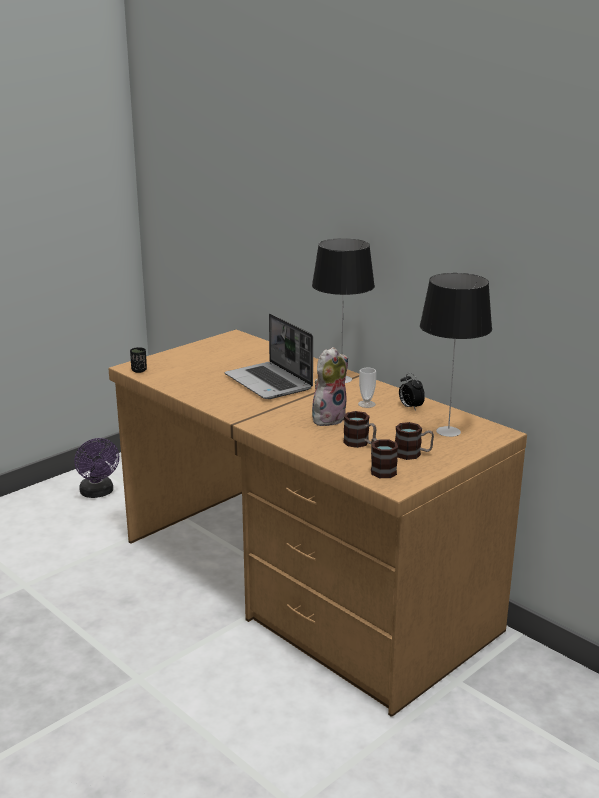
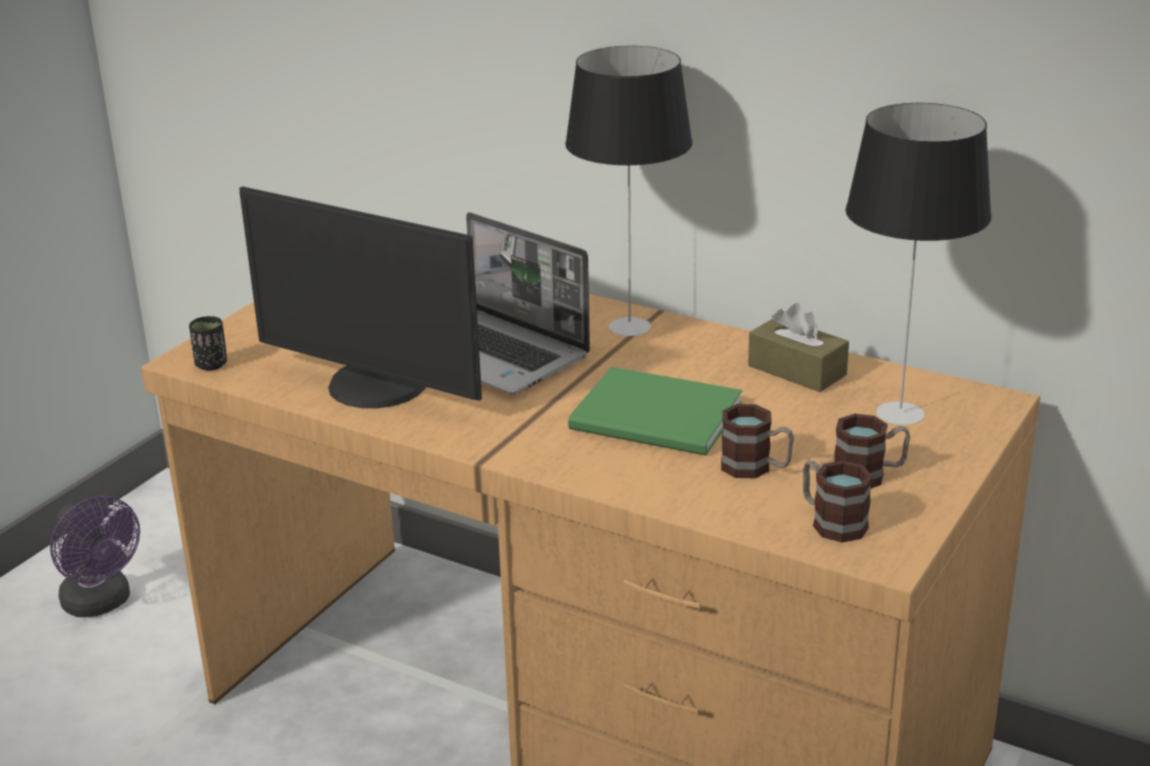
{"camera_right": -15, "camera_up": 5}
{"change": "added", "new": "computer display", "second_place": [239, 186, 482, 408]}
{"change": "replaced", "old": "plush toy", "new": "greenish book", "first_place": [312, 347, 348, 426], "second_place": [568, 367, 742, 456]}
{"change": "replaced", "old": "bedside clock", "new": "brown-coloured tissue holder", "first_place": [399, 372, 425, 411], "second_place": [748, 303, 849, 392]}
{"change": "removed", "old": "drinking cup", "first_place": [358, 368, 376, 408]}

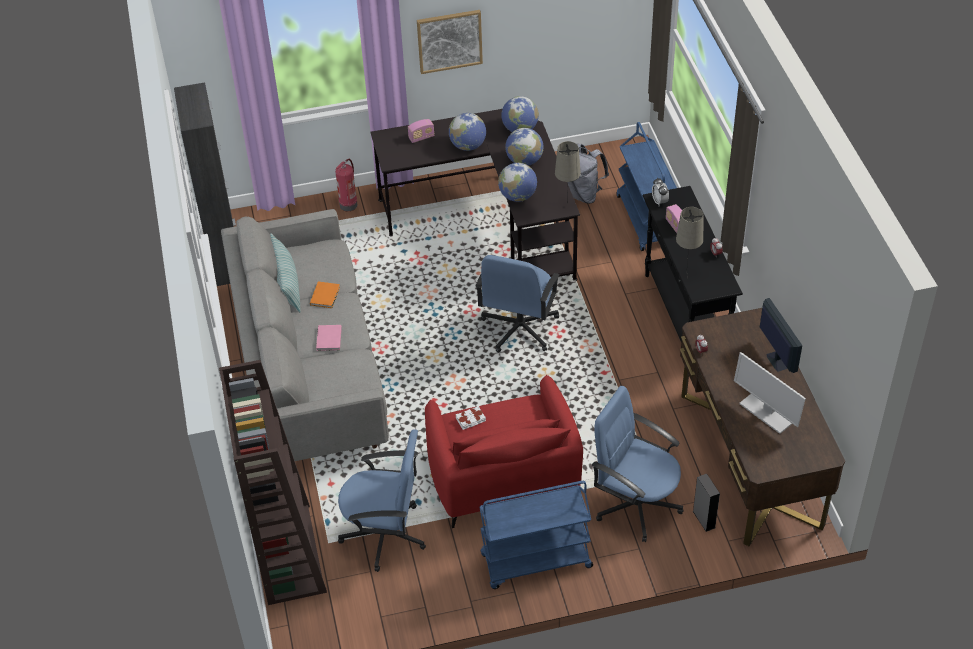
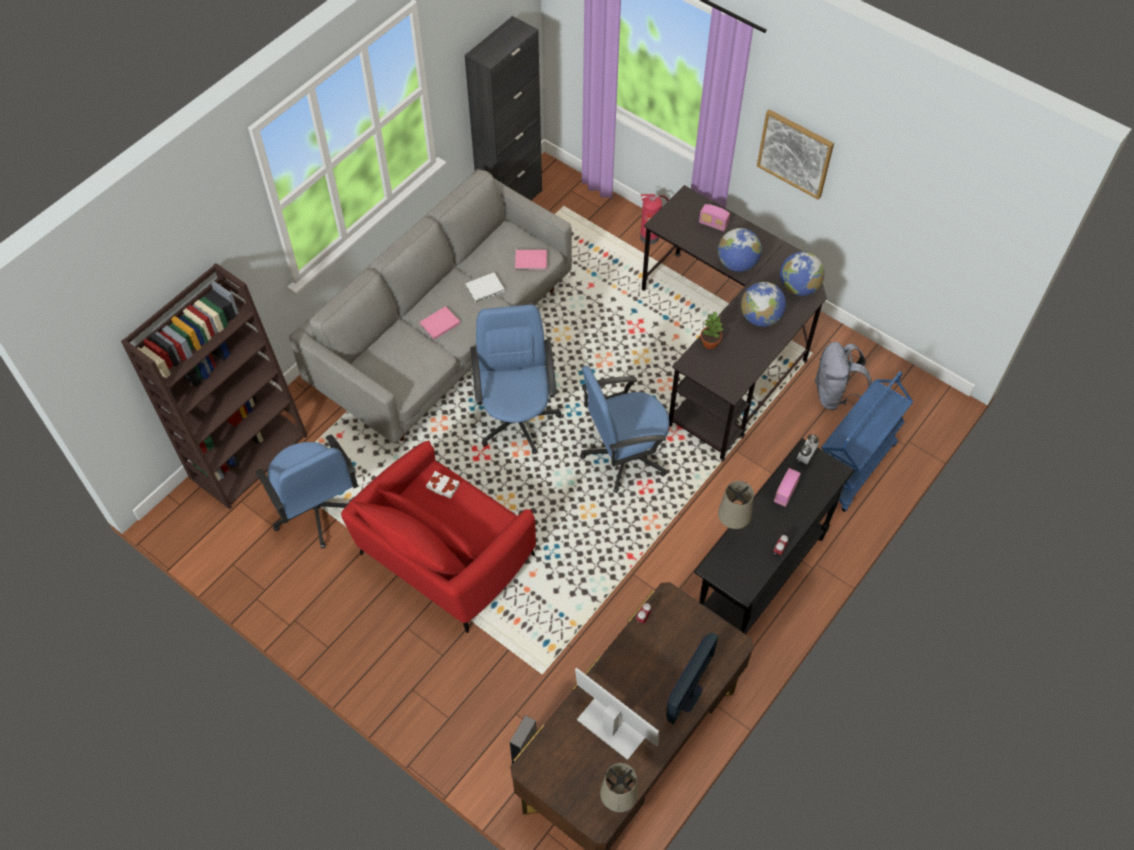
{"camera_right": 50, "camera_up": 10}
{"change": "recoloured", "old": "orange-coloured book", "new": "white-coloured book", "first_place": [310, 281, 340, 308], "second_place": [466, 273, 504, 302]}
{"change": "moved", "old": "blue desk chair", "first_place": [592, 386, 684, 542], "second_place": [470, 304, 561, 455]}
{"change": "added", "new": "pinkish book", "second_place": [515, 250, 547, 271]}
{"change": "turned", "old": "computer display", "first_place": [734, 352, 806, 434], "second_place": [575, 668, 659, 760], "degrees": 120}
{"change": "moved", "old": "sand-coloured tabletop lamp", "first_place": [555, 141, 581, 198], "second_place": [600, 763, 638, 812]}
{"change": "replaced", "old": "globe", "new": "potted plant", "first_place": [498, 163, 537, 202], "second_place": [700, 311, 723, 349]}
{"change": "removed", "old": "throw pillow", "first_place": [270, 233, 301, 312]}
{"change": "removed", "old": "blue wheeled cart", "first_place": [479, 481, 593, 589]}

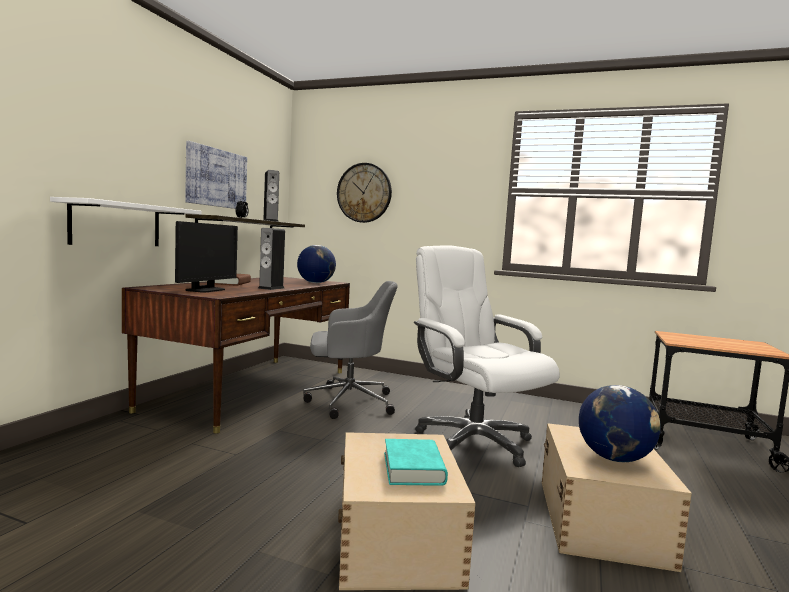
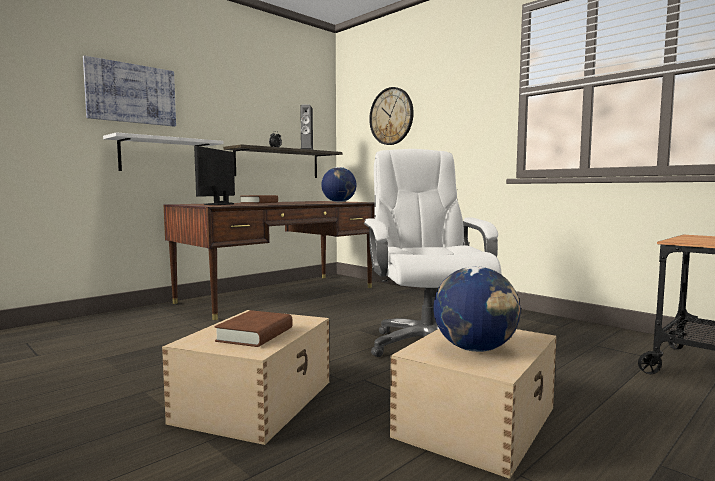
{"camera_right": 25, "camera_up": 0}
{"change": "moved", "old": "wall picture", "first_place": [185, 141, 247, 209], "second_place": [83, 56, 176, 126]}
{"change": "turned", "old": "computer display", "first_place": [175, 221, 238, 293], "second_place": [194, 146, 235, 205], "degrees": 150}
{"change": "recoloured", "old": "turquoise book", "new": "brown-coloured book", "first_place": [384, 439, 448, 486], "second_place": [214, 310, 292, 347]}
{"change": "removed", "old": "audio speaker", "first_place": [258, 228, 285, 290]}
{"change": "removed", "old": "greyish desk chair", "first_place": [303, 281, 398, 419]}

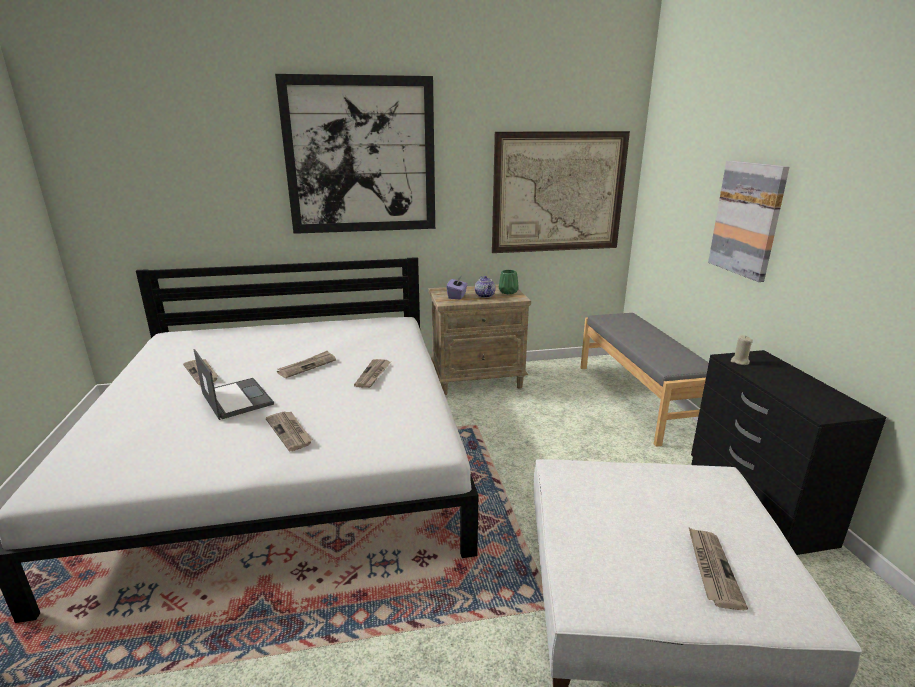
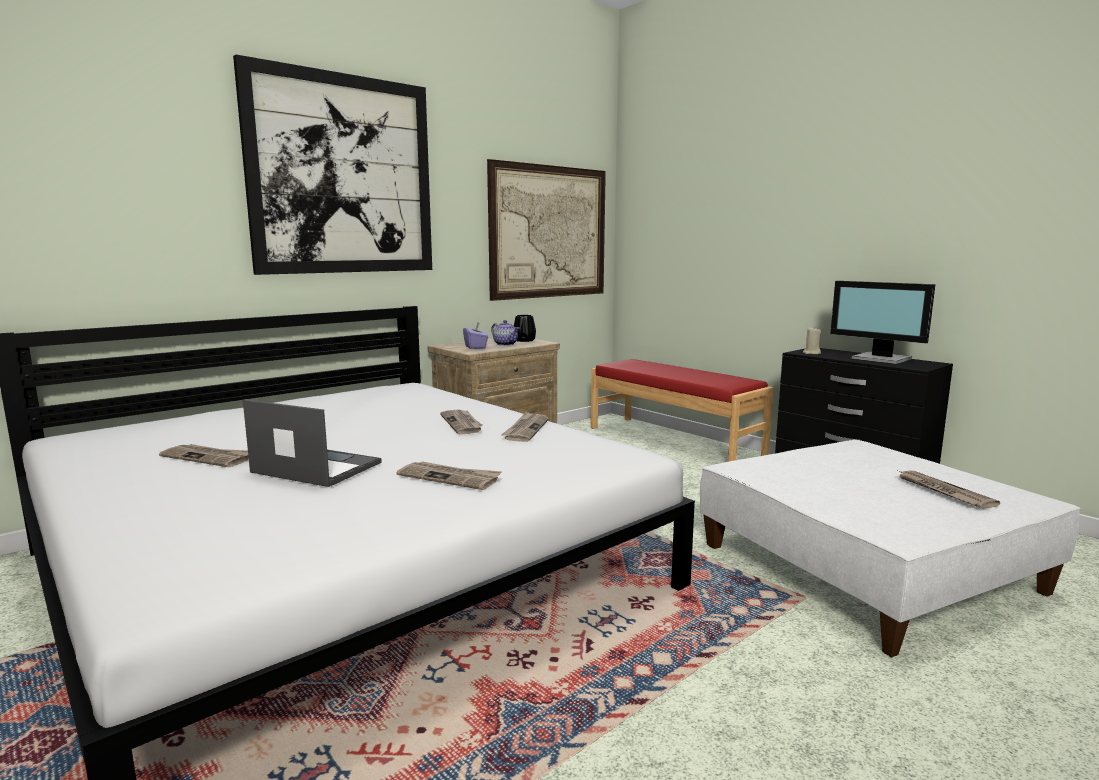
{"camera_right": -30, "camera_up": -10}
{"change": "moved", "old": "daily paper", "first_place": [277, 351, 336, 378], "second_place": [501, 412, 549, 442]}
{"change": "recoloured", "old": "greenish vase", "new": "blackish vase", "first_place": [499, 270, 519, 294], "second_place": [514, 315, 536, 342]}
{"change": "recoloured", "old": "greyish bench", "new": "red bench", "first_place": [580, 313, 709, 447], "second_place": [591, 359, 774, 462]}
{"change": "added", "new": "computer display", "second_place": [830, 281, 935, 364]}
{"change": "removed", "old": "wall picture", "first_place": [708, 161, 790, 282]}

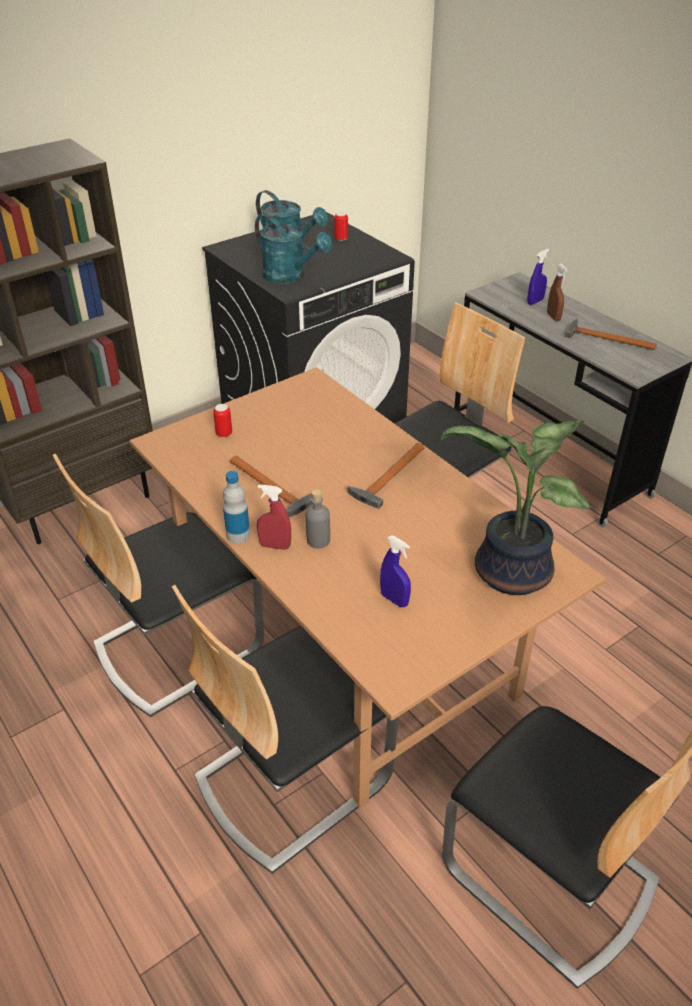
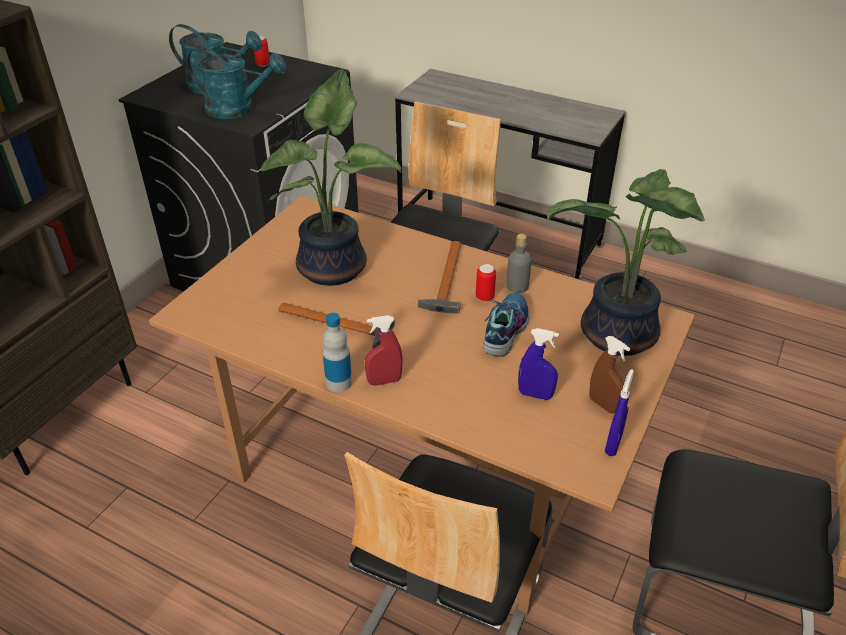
{"camera_right": -25, "camera_up": 0}
{"change": "added", "new": "potted plant", "second_place": [261, 69, 401, 286]}
{"change": "moved", "old": "sealed can", "first_place": [213, 404, 232, 437], "second_place": [476, 264, 496, 301]}
{"change": "added", "new": "low shoe", "second_place": [483, 292, 529, 357]}
{"change": "moved", "old": "greyish drink bottle", "first_place": [306, 489, 330, 549], "second_place": [506, 234, 532, 293]}
{"change": "moved", "old": "brown-coloured hand sprayer", "first_place": [547, 264, 567, 321], "second_place": [589, 336, 630, 413]}
{"change": "moved", "old": "blue hand sprayer", "first_place": [527, 249, 550, 305], "second_place": [605, 369, 634, 456]}
{"change": "removed", "old": "chair", "first_place": [53, 453, 264, 717]}
{"change": "removed", "old": "hammer", "first_place": [565, 318, 657, 350]}

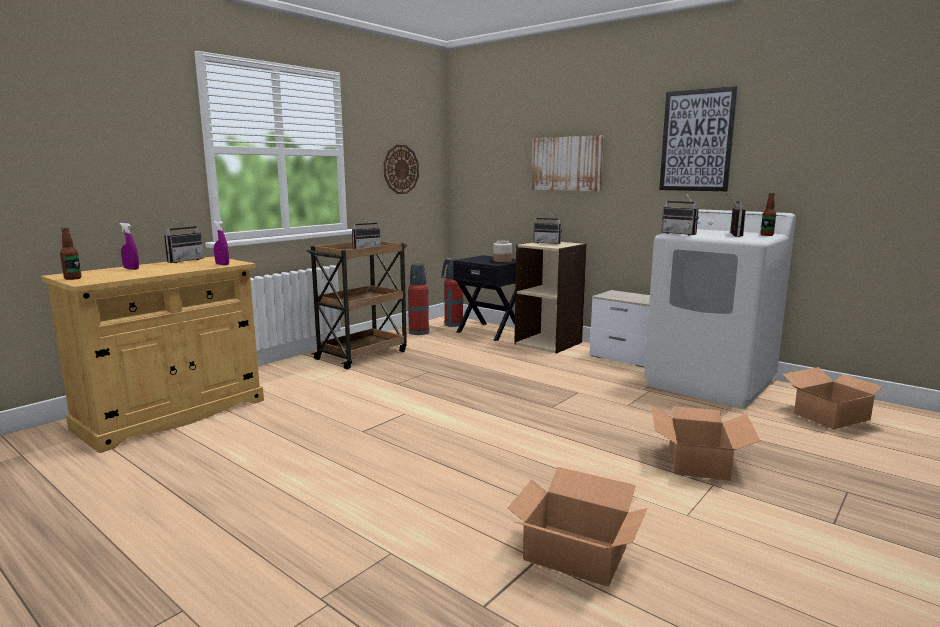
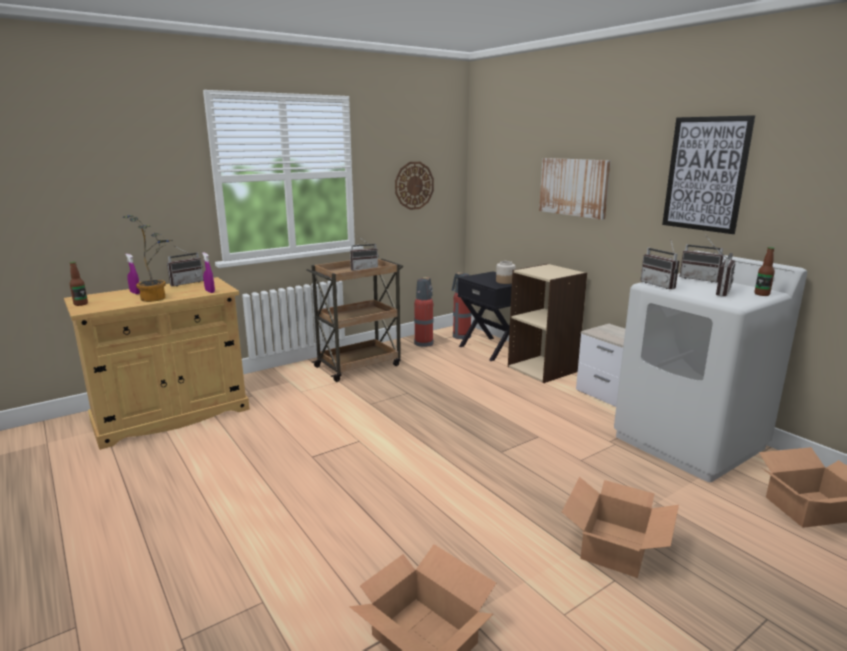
{"camera_right": 15, "camera_up": 5}
{"change": "added", "new": "potted plant", "second_place": [123, 215, 173, 302]}
{"change": "moved", "old": "radio", "first_place": [533, 212, 562, 244], "second_place": [679, 235, 724, 283]}

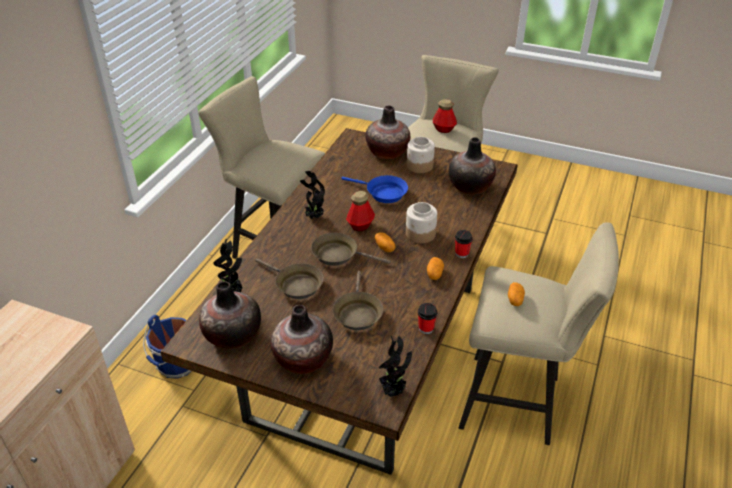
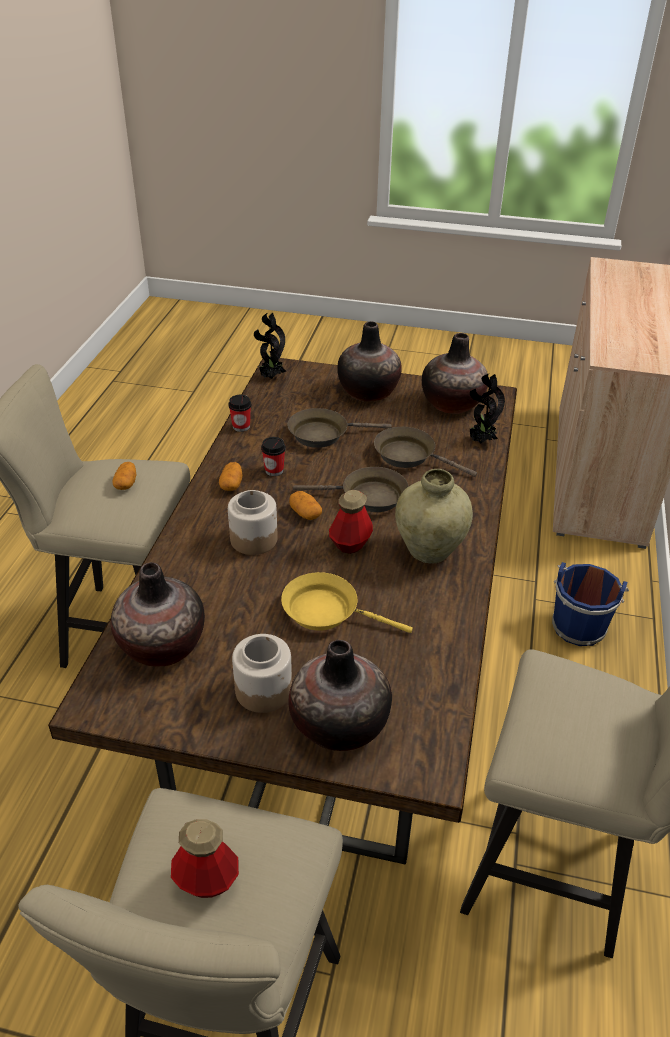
{"camera_right": 170, "camera_up": 0}
{"change": "moved", "old": "drinking cup", "first_place": [455, 230, 473, 258], "second_place": [261, 437, 286, 476]}
{"change": "recoloured", "old": "blue pan", "new": "yellowish pan", "first_place": [341, 175, 408, 203], "second_place": [281, 572, 413, 633]}
{"change": "turned", "old": "brown-coloured pan", "first_place": [333, 271, 383, 330], "second_place": [287, 408, 392, 448], "degrees": -90}
{"change": "replaced", "old": "potted plant", "new": "sand-coloured vase", "first_place": [300, 171, 325, 219], "second_place": [395, 469, 473, 564]}

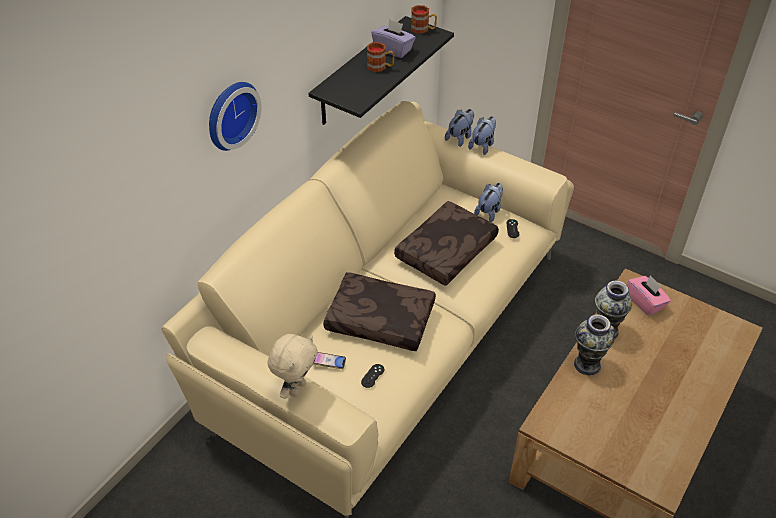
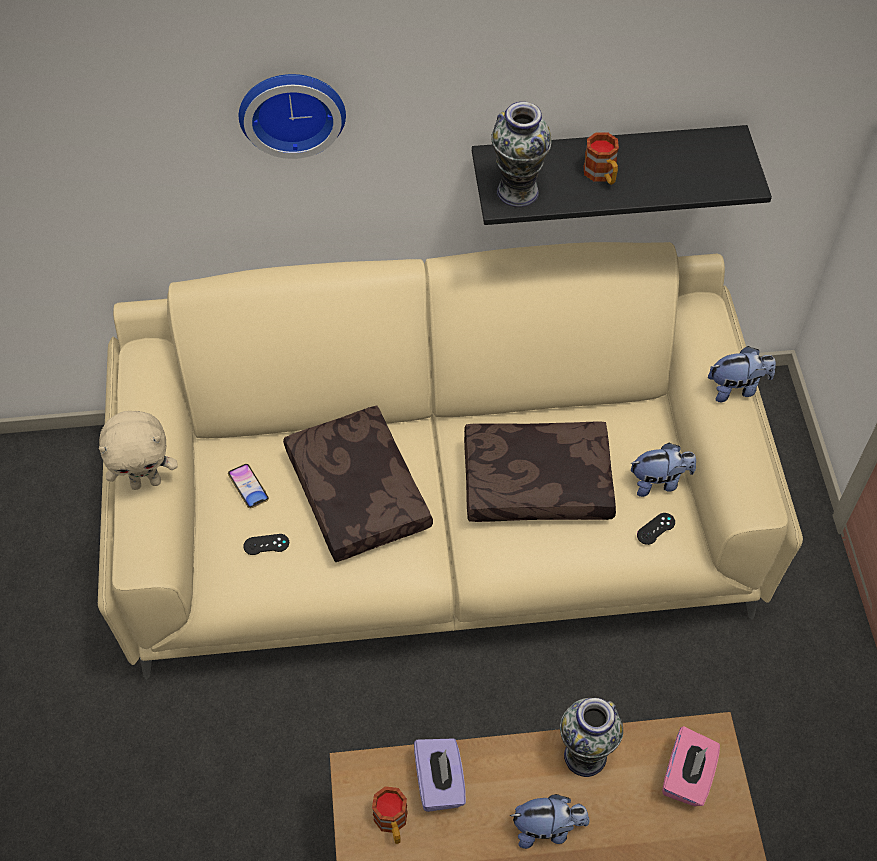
{"camera_right": 50, "camera_up": 10}
{"change": "moved", "old": "coffee mug", "first_place": [411, 5, 437, 33], "second_place": [372, 786, 408, 844]}
{"change": "moved", "old": "purple tissue holder", "first_place": [371, 19, 416, 58], "second_place": [414, 738, 466, 812]}
{"change": "moved", "old": "vase", "first_place": [574, 314, 615, 375], "second_place": [491, 102, 552, 207]}
{"change": "moved", "old": "plush toy", "first_place": [445, 109, 474, 147], "second_place": [509, 794, 589, 849]}

